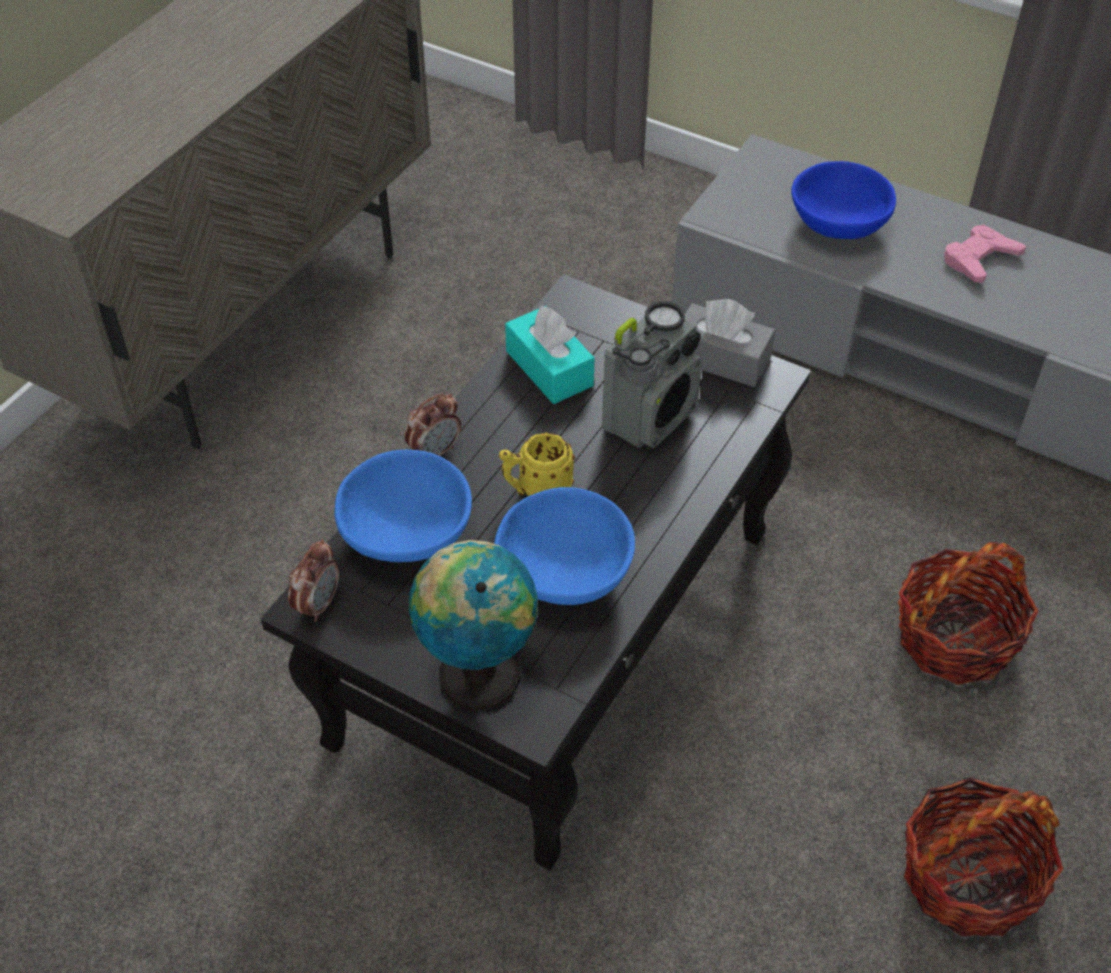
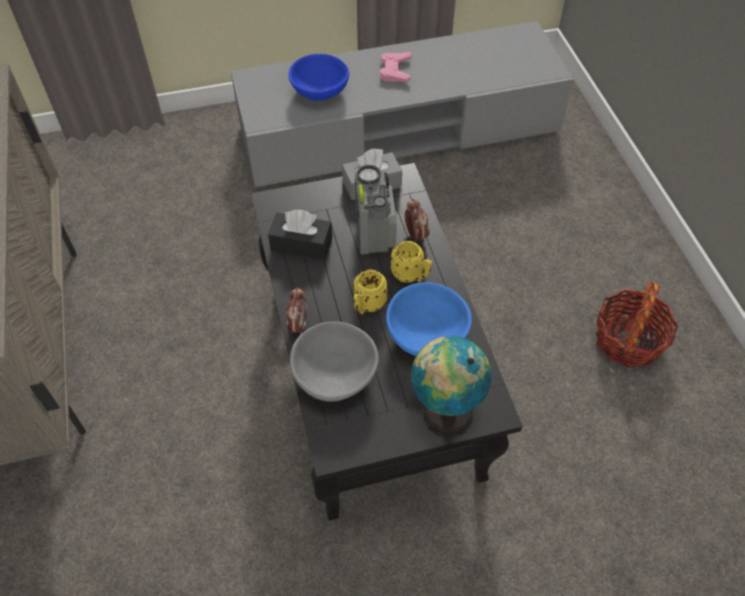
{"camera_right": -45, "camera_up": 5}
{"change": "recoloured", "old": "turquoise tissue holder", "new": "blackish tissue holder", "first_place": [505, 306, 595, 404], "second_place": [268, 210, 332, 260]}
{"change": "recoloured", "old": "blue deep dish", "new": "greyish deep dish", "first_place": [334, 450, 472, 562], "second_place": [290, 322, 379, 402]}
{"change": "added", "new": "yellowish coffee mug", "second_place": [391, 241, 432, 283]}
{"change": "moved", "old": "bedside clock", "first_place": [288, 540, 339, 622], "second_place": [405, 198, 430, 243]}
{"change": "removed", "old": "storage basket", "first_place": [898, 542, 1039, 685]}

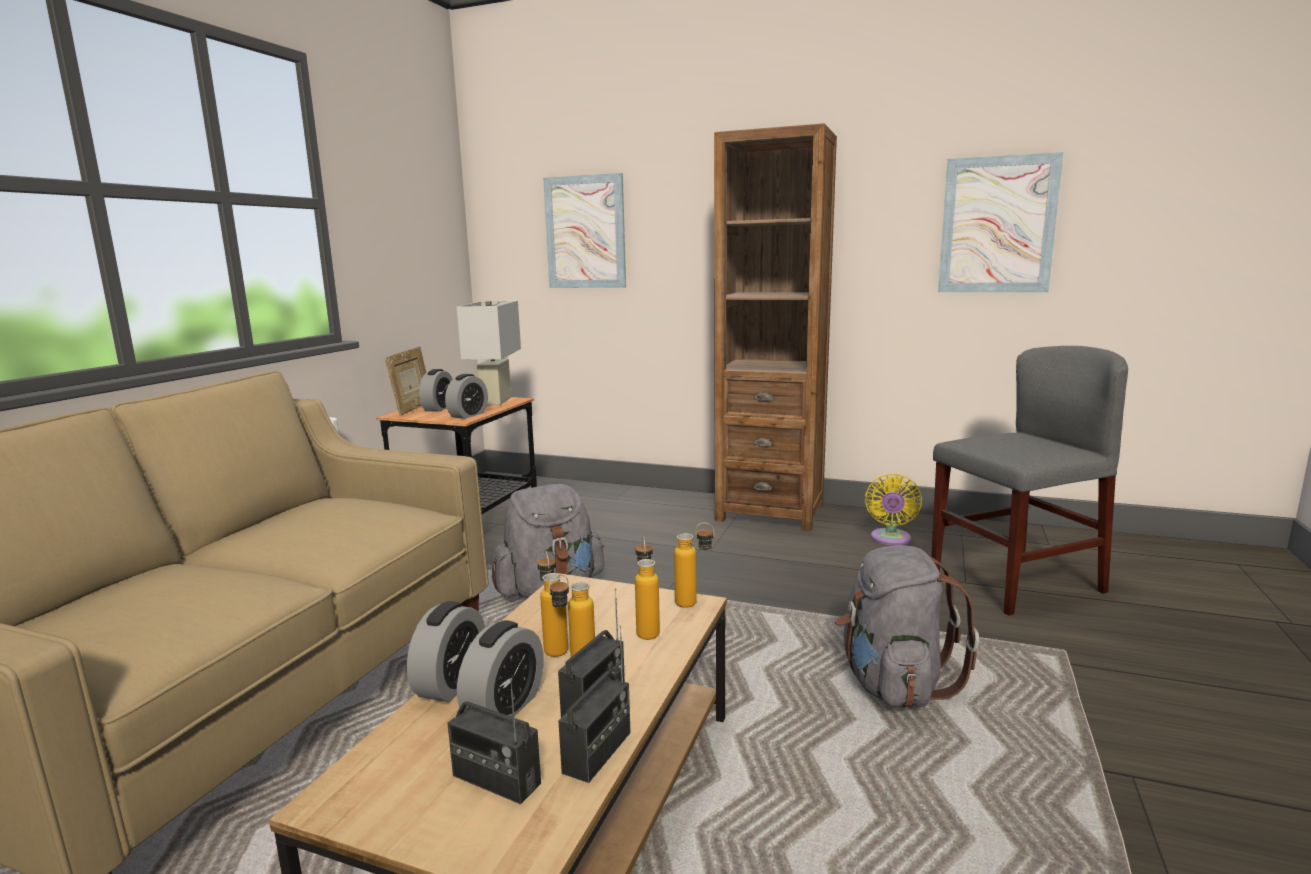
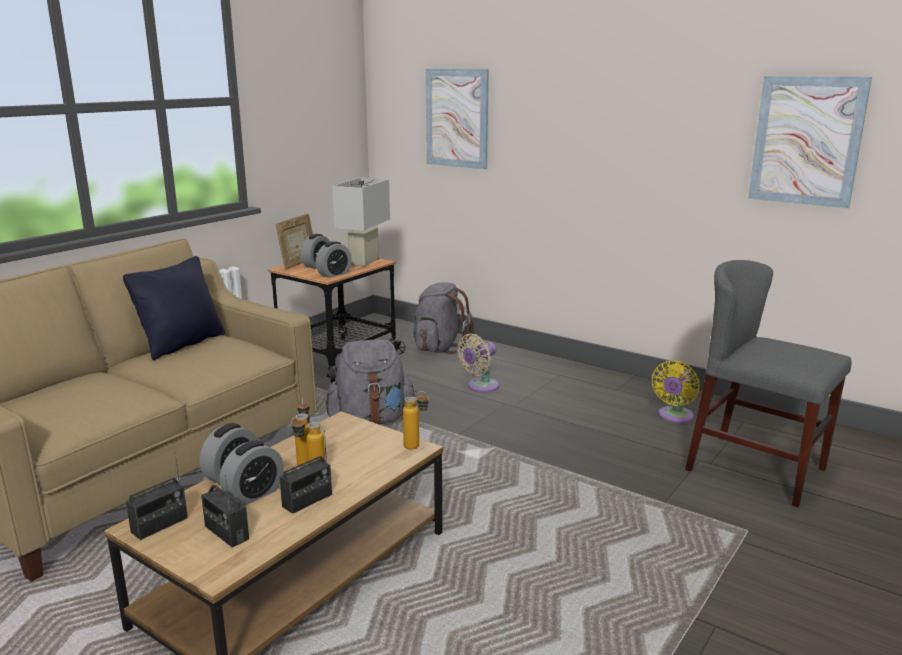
{"camera_right": 15, "camera_up": 5}
{"change": "added", "new": "blackish throw pillow", "second_place": [123, 256, 225, 360]}
{"change": "moved", "old": "radio", "first_place": [558, 625, 630, 783], "second_place": [126, 451, 188, 540]}
{"change": "moved", "old": "greyish knapsack", "first_place": [835, 545, 979, 708], "second_place": [411, 282, 473, 354]}
{"change": "added", "new": "sand-coloured fan", "second_place": [457, 334, 499, 392]}
{"change": "turned", "old": "greyish chair", "first_place": [931, 346, 1128, 616], "second_place": [685, 260, 851, 507], "degrees": -135}
{"change": "removed", "old": "drink bottle", "first_place": [635, 537, 660, 640]}
{"change": "removed", "old": "brown-coloured bookshelf", "first_place": [714, 123, 837, 532]}

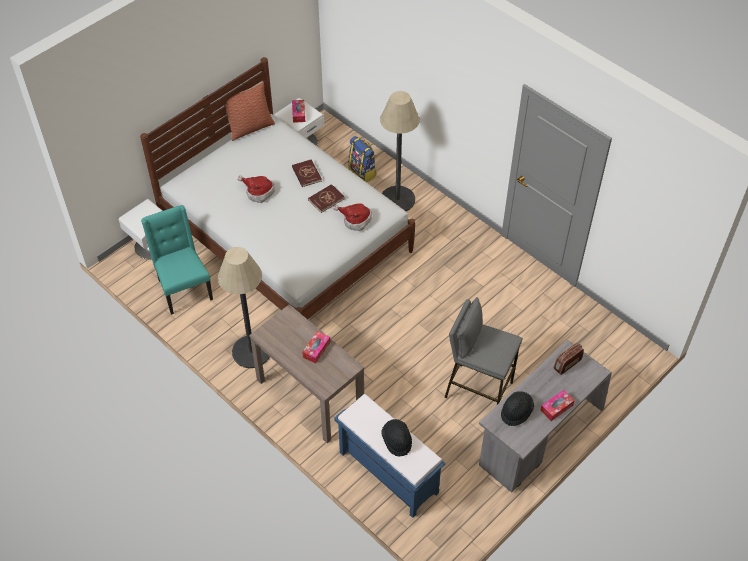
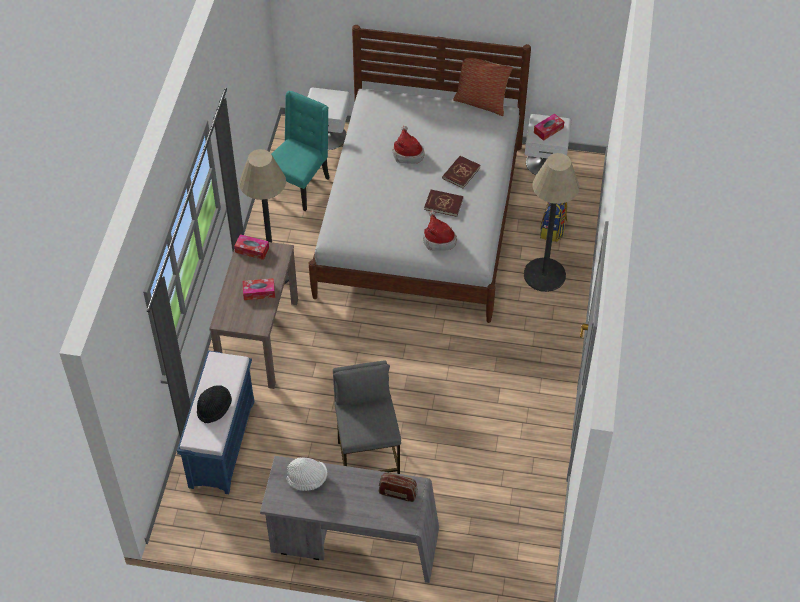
{"camera_right": 55, "camera_up": 0}
{"change": "moved", "old": "tissue holder", "first_place": [540, 390, 575, 421], "second_place": [234, 234, 269, 260]}
{"change": "recoloured", "old": "blackish wearable hat", "new": "white-coloured wearable hat", "first_place": [501, 391, 534, 426], "second_place": [286, 457, 327, 491]}

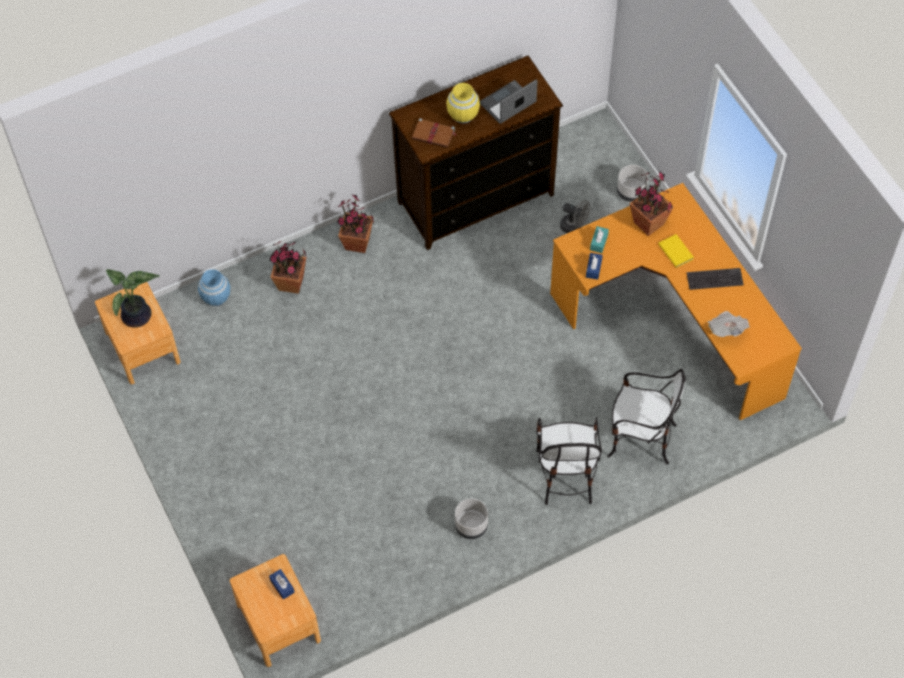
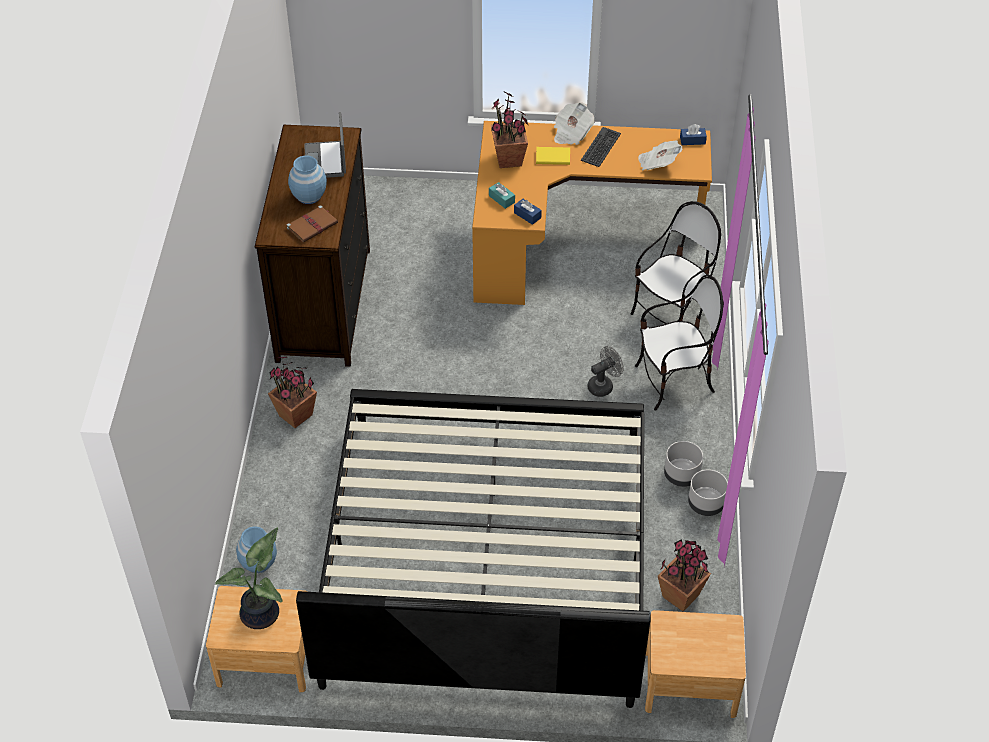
{"camera_right": -60, "camera_up": -10}
{"change": "recoloured", "old": "yellowish vase", "new": "blue vase", "first_place": [446, 83, 480, 123], "second_place": [288, 155, 327, 204]}
{"change": "added", "new": "bedroom bed", "second_place": [296, 389, 651, 708]}
{"change": "added", "new": "daily paper", "second_place": [554, 102, 594, 145]}
{"change": "moved", "old": "greyish fan", "first_place": [560, 200, 590, 233], "second_place": [588, 346, 624, 397]}
{"change": "turned", "old": "chair", "first_place": [536, 417, 602, 505], "second_place": [635, 275, 724, 411], "degrees": -45}
{"change": "moved", "old": "potted plant", "first_place": [269, 241, 307, 294], "second_place": [658, 539, 711, 612]}
{"change": "moved", "old": "blue tissue holder", "first_place": [269, 569, 295, 600], "second_place": [680, 124, 707, 145]}
{"change": "moved", "old": "greyish plant pot", "first_place": [617, 165, 648, 202], "second_place": [688, 470, 728, 516]}

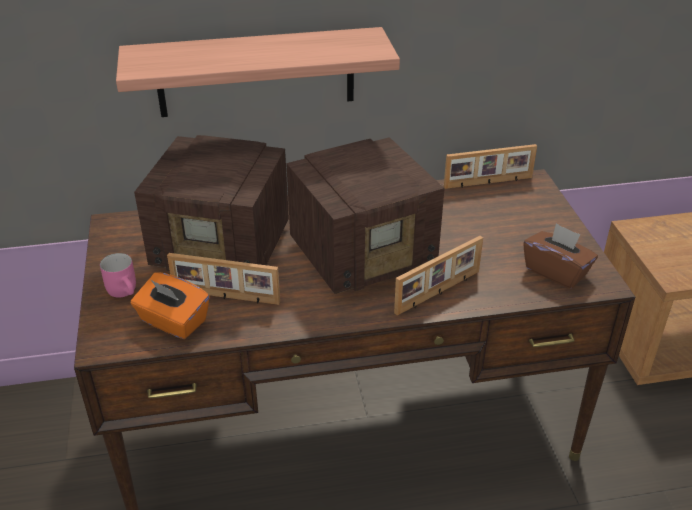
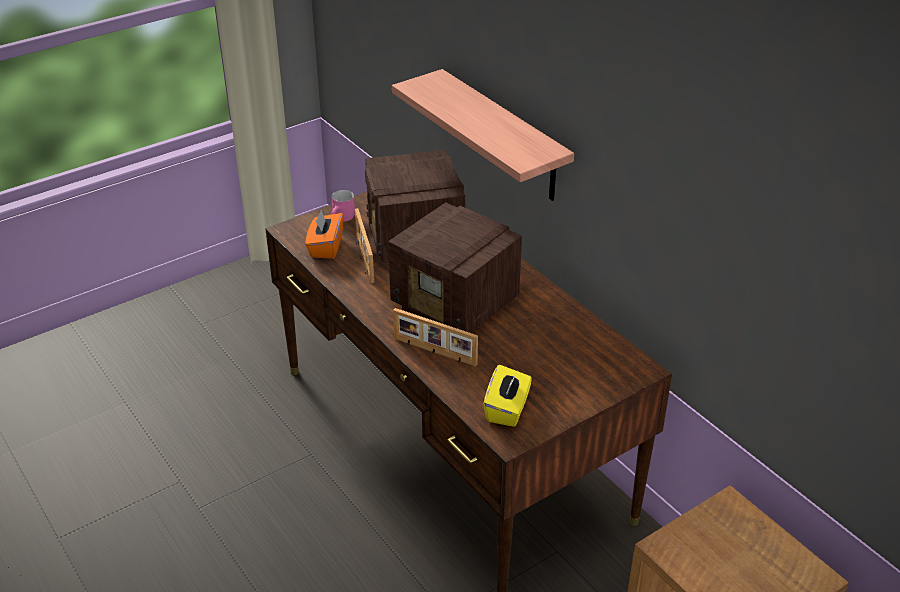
{"camera_right": 65, "camera_up": 0}
{"change": "recoloured", "old": "brown-coloured tissue holder", "new": "yellowish tissue holder", "first_place": [523, 223, 598, 289], "second_place": [483, 365, 532, 427]}
{"change": "removed", "old": "standing frame", "first_place": [444, 144, 537, 189]}

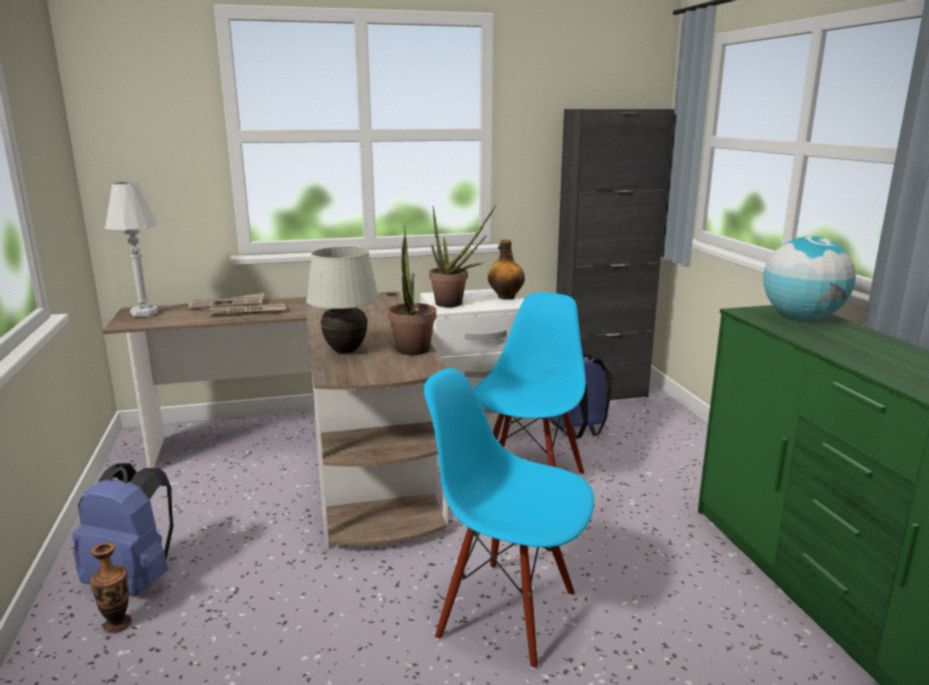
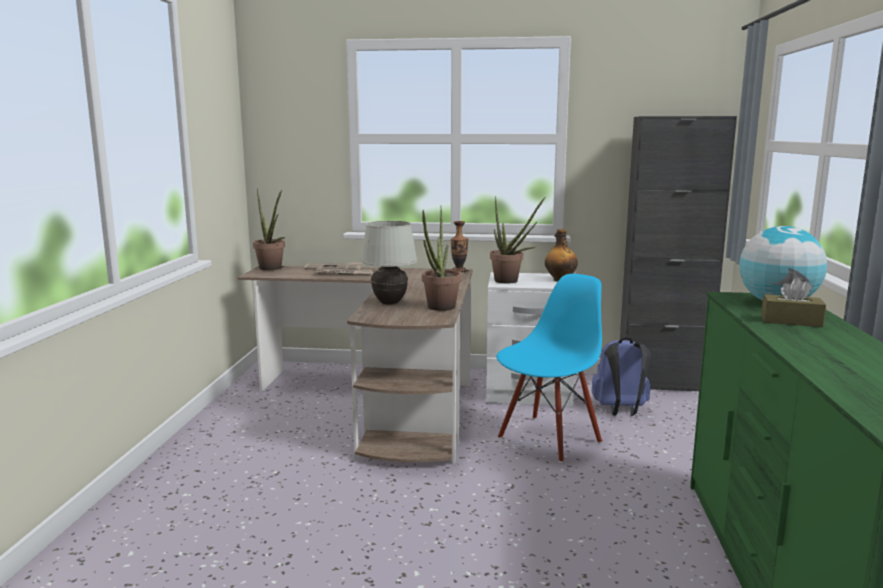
{"camera_right": 20, "camera_up": -5}
{"change": "replaced", "old": "white-coloured tabletop lamp", "new": "potted plant", "first_place": [104, 182, 158, 317], "second_place": [253, 189, 286, 270]}
{"change": "moved", "old": "vase", "first_place": [90, 542, 132, 633], "second_place": [451, 221, 468, 271]}
{"change": "added", "new": "brown-coloured tissue holder", "second_place": [761, 278, 826, 327]}
{"change": "removed", "old": "blue knapsack", "first_place": [72, 463, 173, 595]}
{"change": "removed", "old": "blue chair", "first_place": [424, 368, 594, 669]}

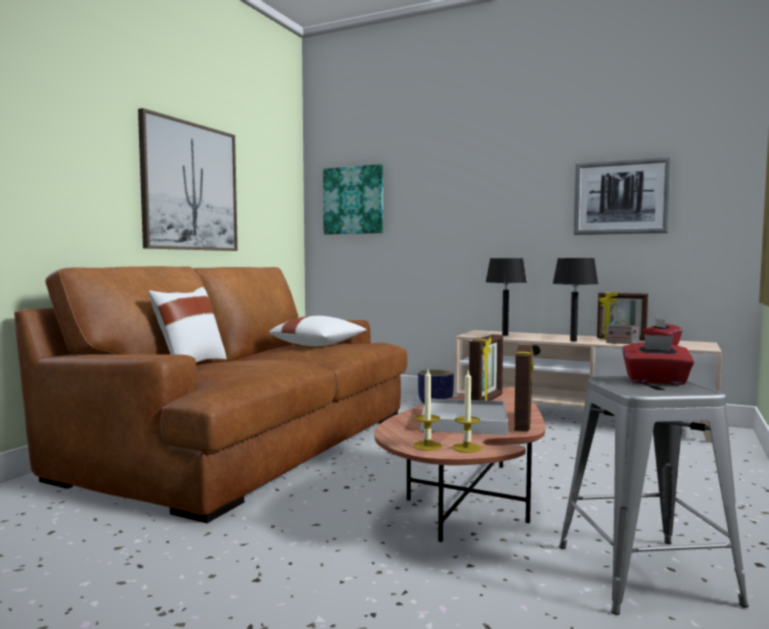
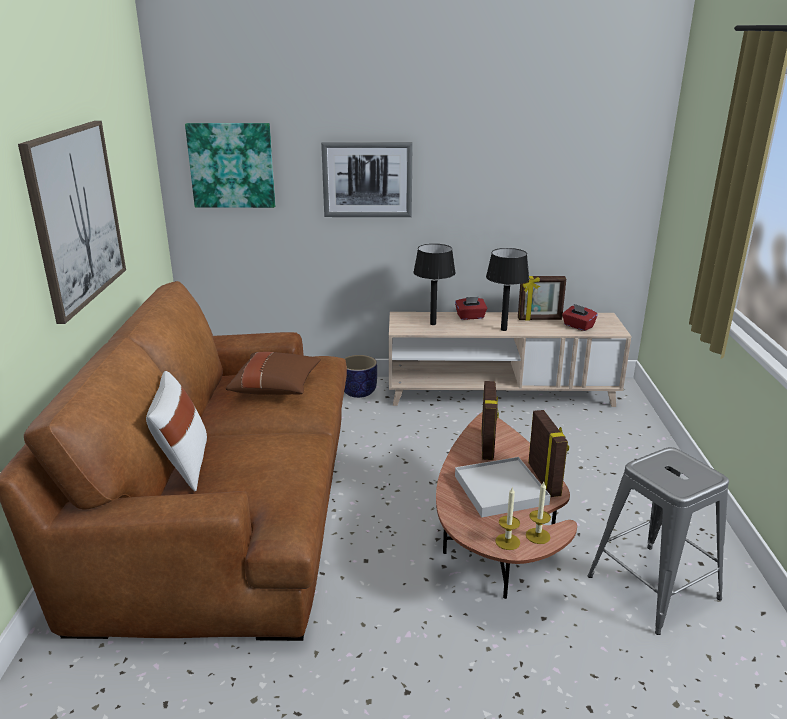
{"camera_right": -25, "camera_up": 20}
{"change": "recoloured", "old": "white-coloured throw pillow", "new": "brown-coloured throw pillow", "first_place": [269, 316, 366, 346], "second_place": [226, 352, 321, 395]}
{"change": "moved", "old": "wall picture", "first_place": [574, 157, 671, 235], "second_place": [321, 142, 412, 217]}
{"change": "moved", "old": "red tissue holder", "first_place": [622, 335, 694, 385], "second_place": [455, 297, 487, 320]}
{"change": "removed", "old": "radio", "first_place": [603, 315, 640, 344]}

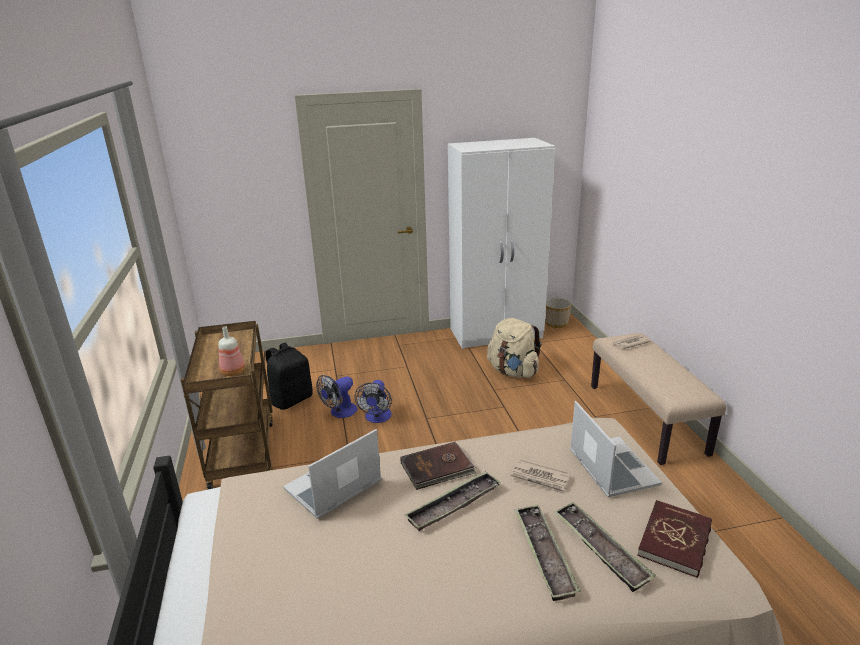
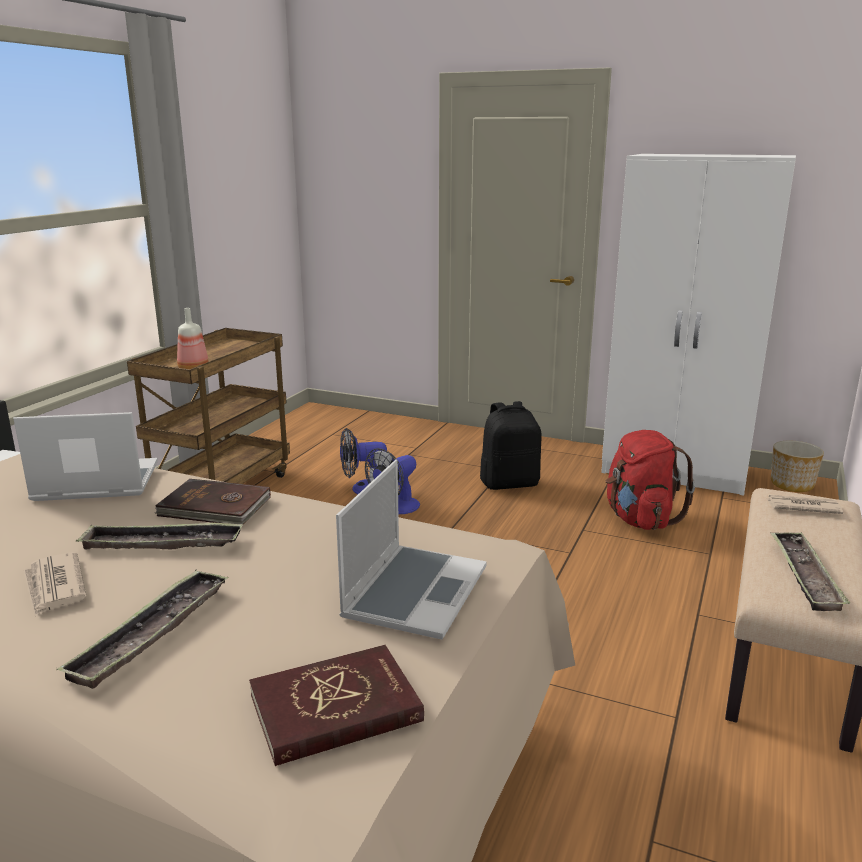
{"camera_right": 35, "camera_up": -5}
{"change": "moved", "old": "daily paper", "first_place": [511, 460, 570, 495], "second_place": [24, 552, 86, 617]}
{"change": "moved", "old": "blackish knapsack", "first_place": [265, 343, 313, 410], "second_place": [480, 401, 542, 490]}
{"change": "recoloured", "old": "sand-coloured knapsack", "new": "red knapsack", "first_place": [487, 318, 541, 378], "second_place": [606, 430, 695, 530]}
{"change": "moved", "old": "carrying tray", "first_place": [553, 502, 656, 592], "second_place": [770, 532, 850, 611]}

